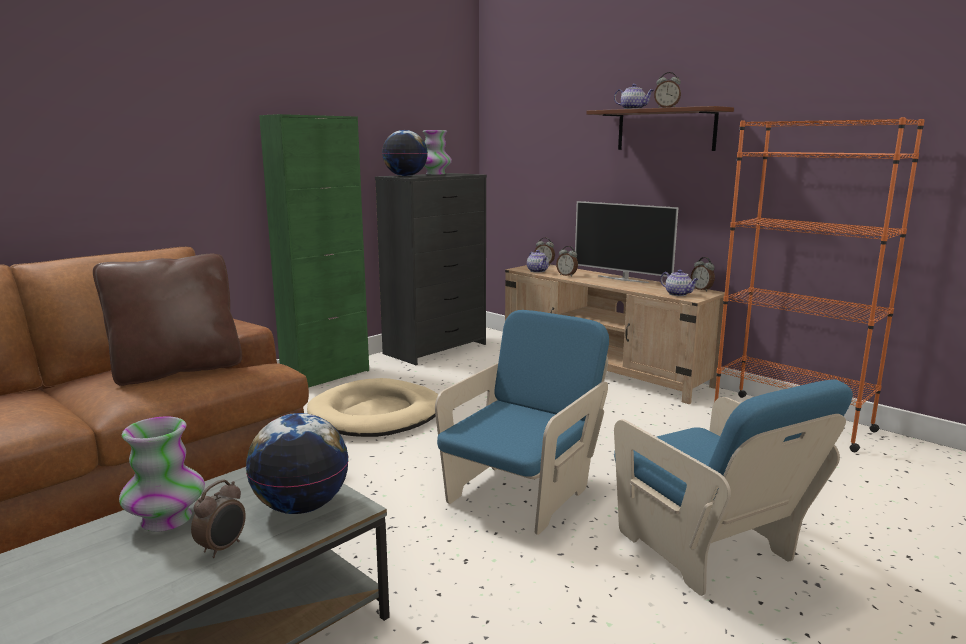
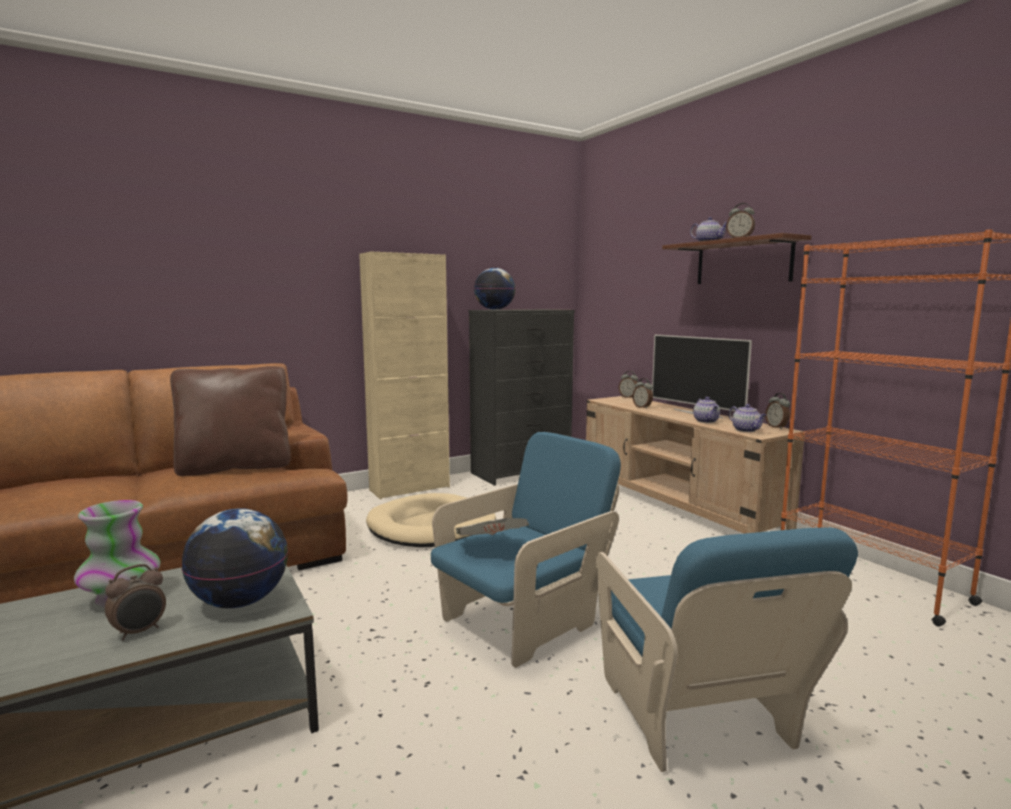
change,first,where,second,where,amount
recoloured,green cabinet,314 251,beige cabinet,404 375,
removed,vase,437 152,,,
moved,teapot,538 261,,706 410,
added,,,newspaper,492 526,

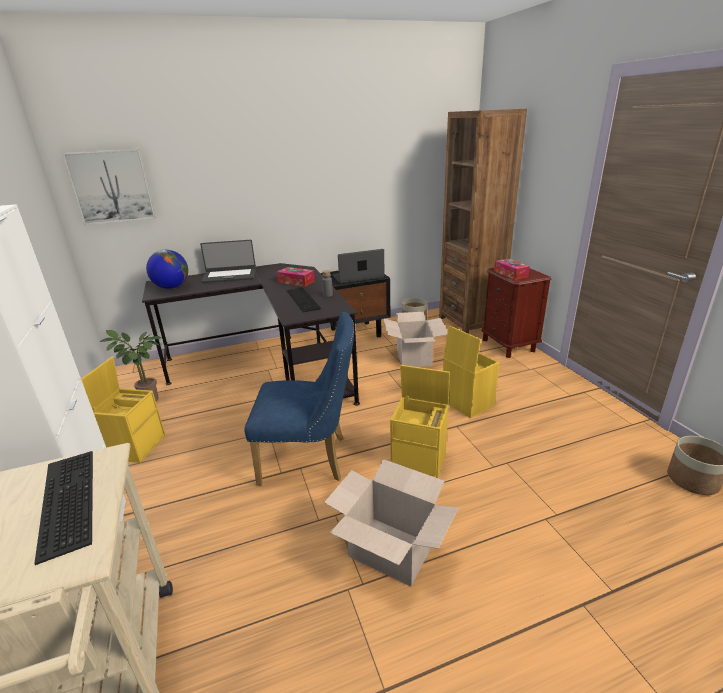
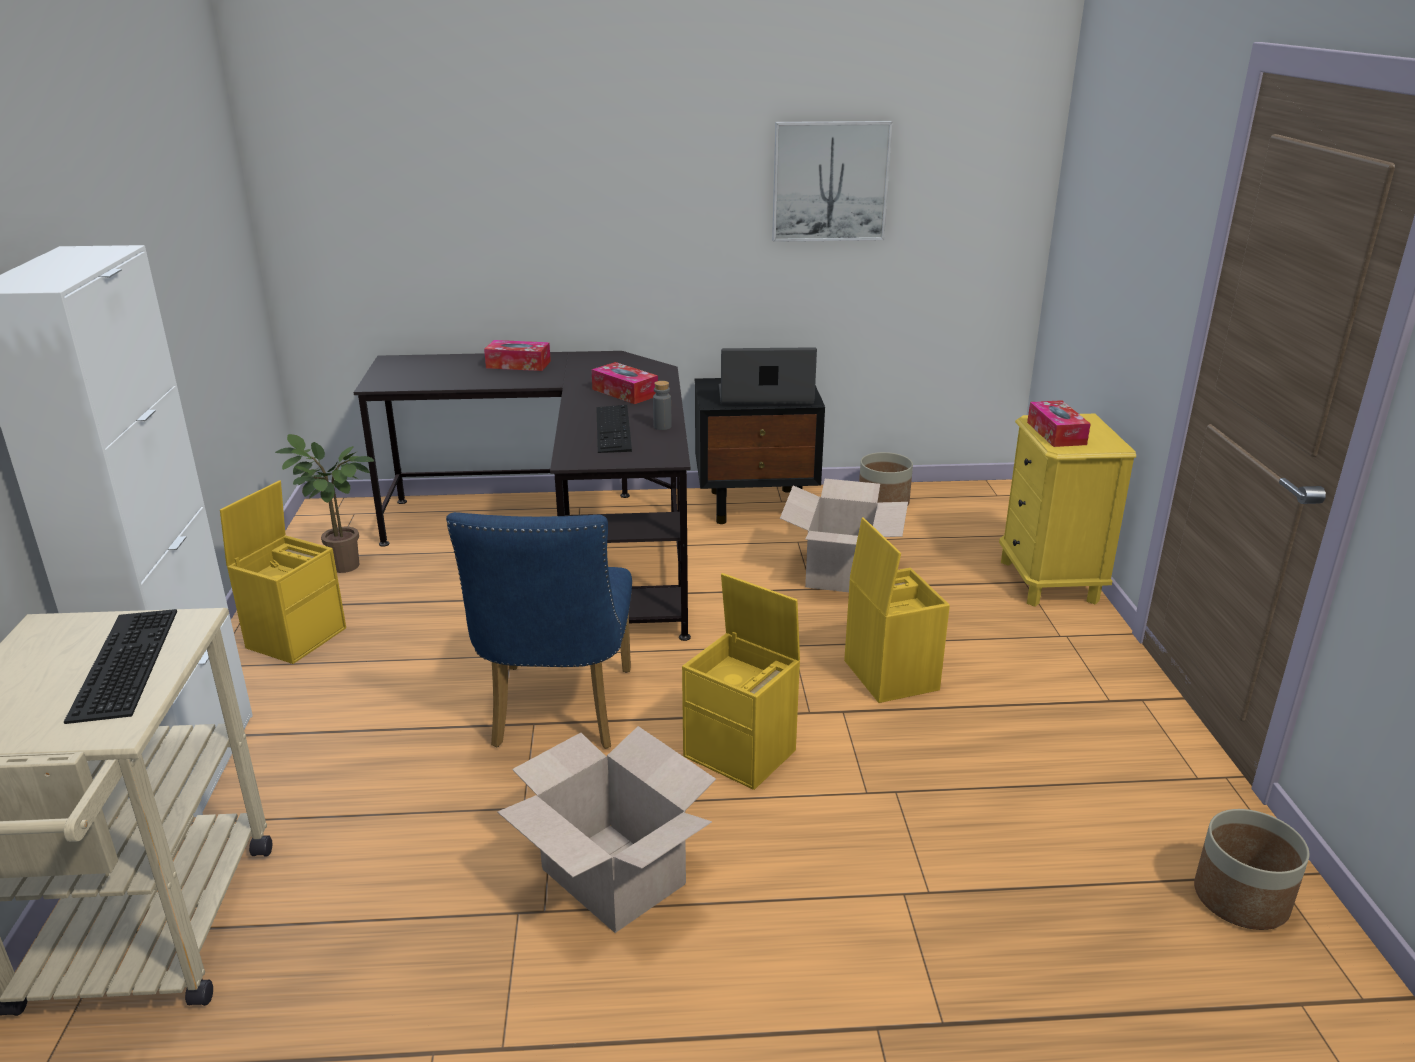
change,first,where,second,where,amount
moved,picture,109 187,,832 181,
removed,globe,167 269,,,
replaced,laptop,228 261,tissue box,517 355,
turned,blue chair,299 399,,539 630,75 degrees clockwise
removed,brown bookcase,483 221,,,
recoloured,brown nightstand,516 313,yellow nightstand,1067 510,

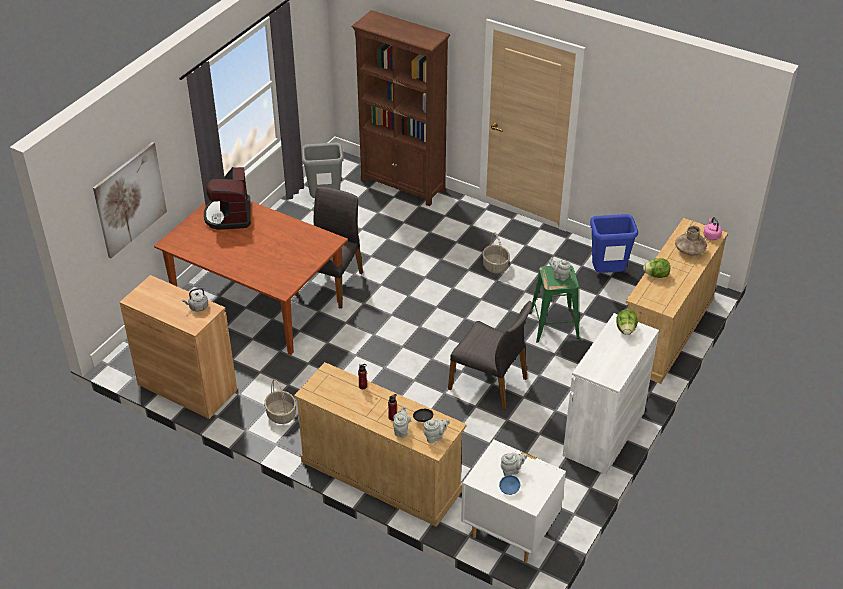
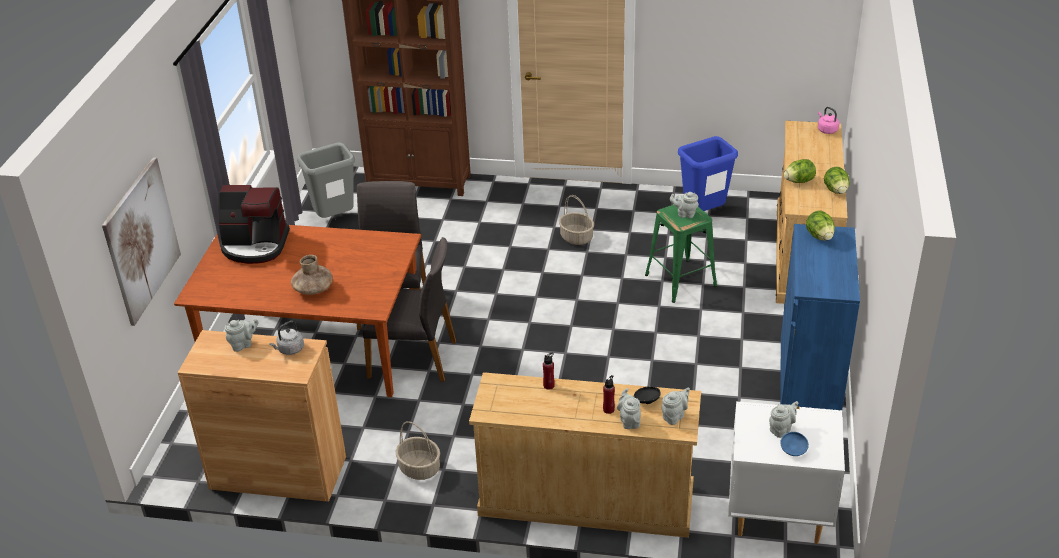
change,first,where,second,where,amount
turned,coffee machine,227 198,,254 224,60 degrees counterclockwise
moved,grey chair,490 355,,409 309,
recoloured,white cabinet,611 394,blue cabinet,820 317,
moved,brown vase,691 240,,312 275,
added,,,grey teapot,242 335,
added,,,lettuce,837 180,

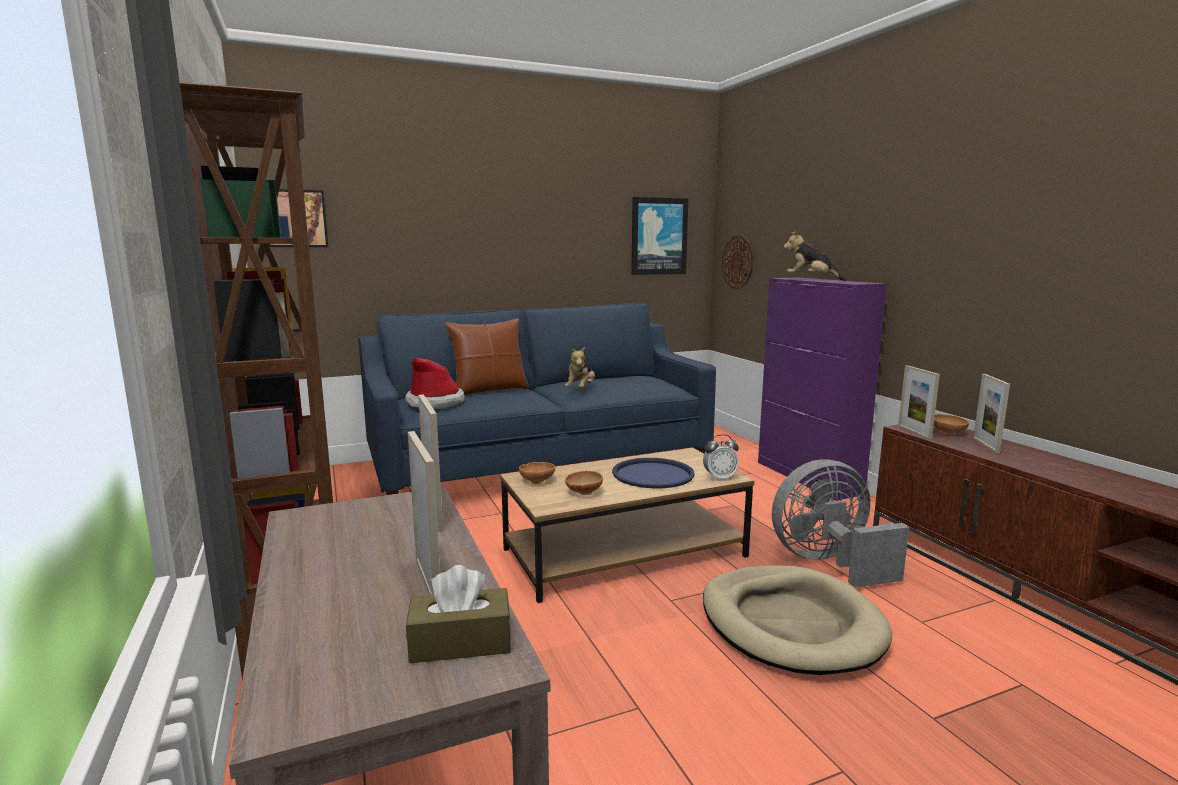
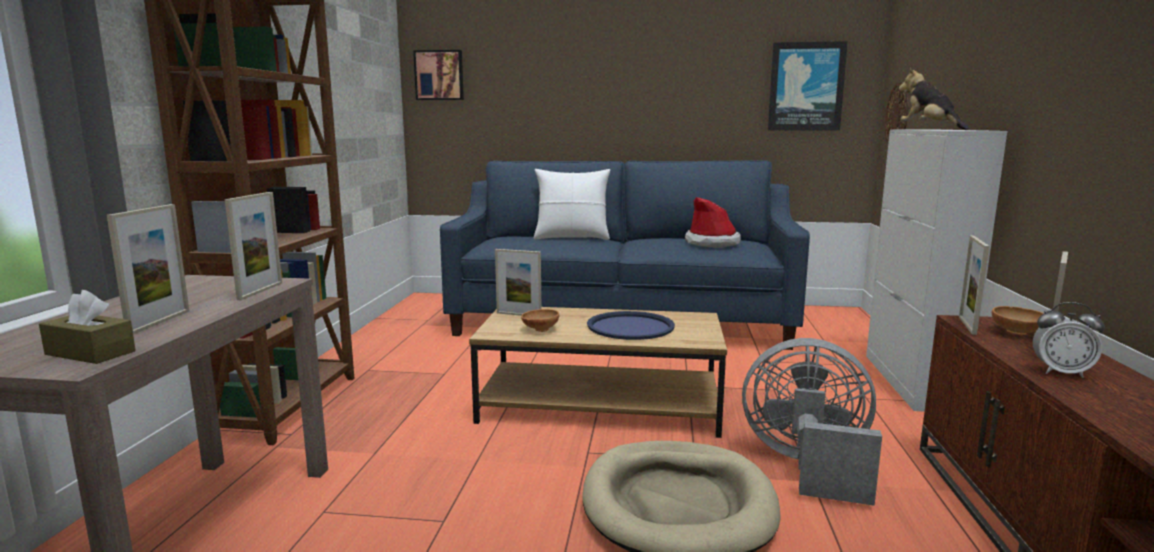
change,first,where,second,where,amount
moved,hat,435 383,,713 222,
recoloured,brown pillow,487 357,white pillow,572 204,
replaced,brown bowl,537 473,picture frame,518 282,
removed,plush toy,580 367,,,
moved,alarm clock,721 457,,1069 340,
recoloured,purple cabinet,822 389,white cabinet,936 270,

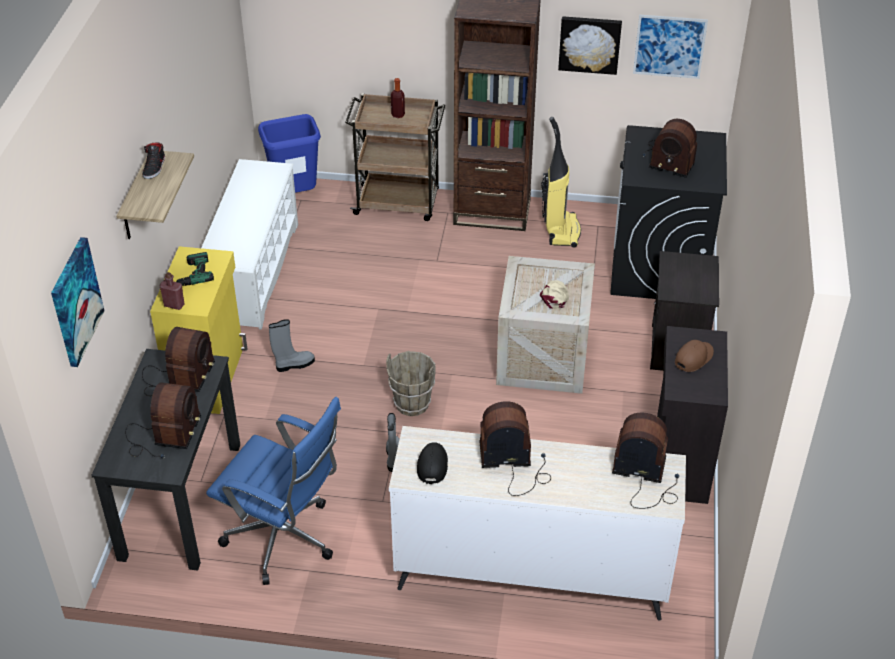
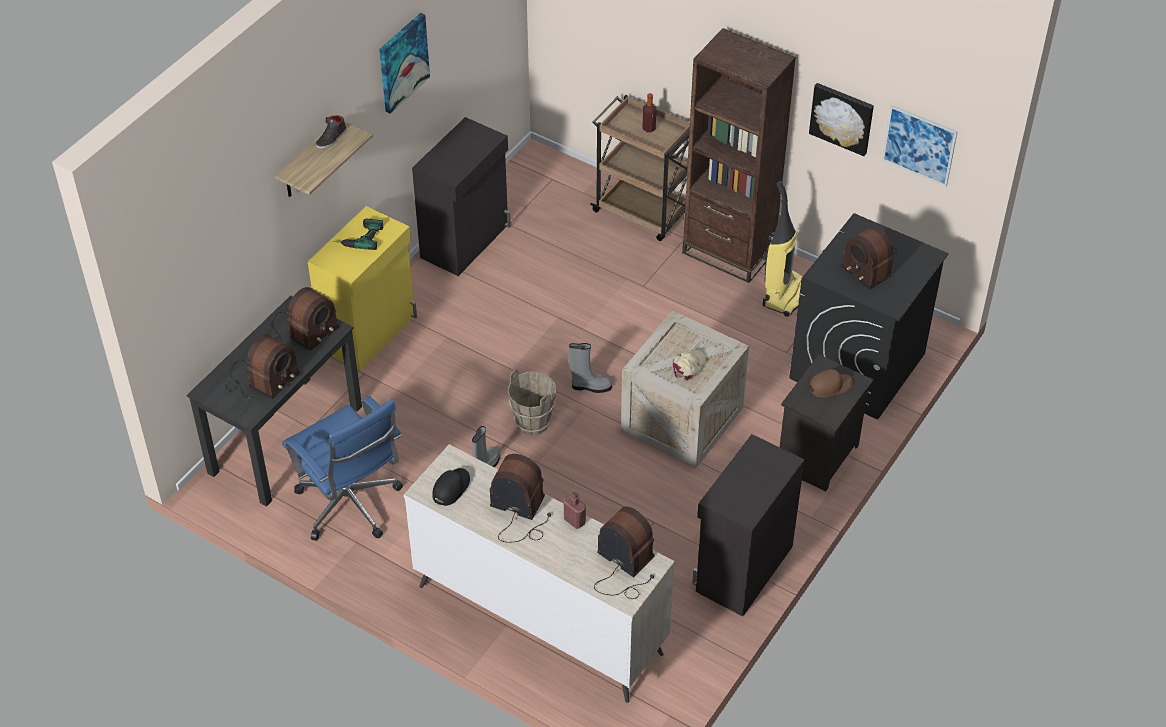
change,first,where,second,where,amount
moved,picture,77 302,,404 63,
moved,red bottle,172 291,,575 510,
replaced,white shoe rack,249 244,black cabinet,461 196,
removed,blue trash can,289 153,,,
moved,grey boot,292 345,,590 368,
moved,brown cap,694 356,,831 383,

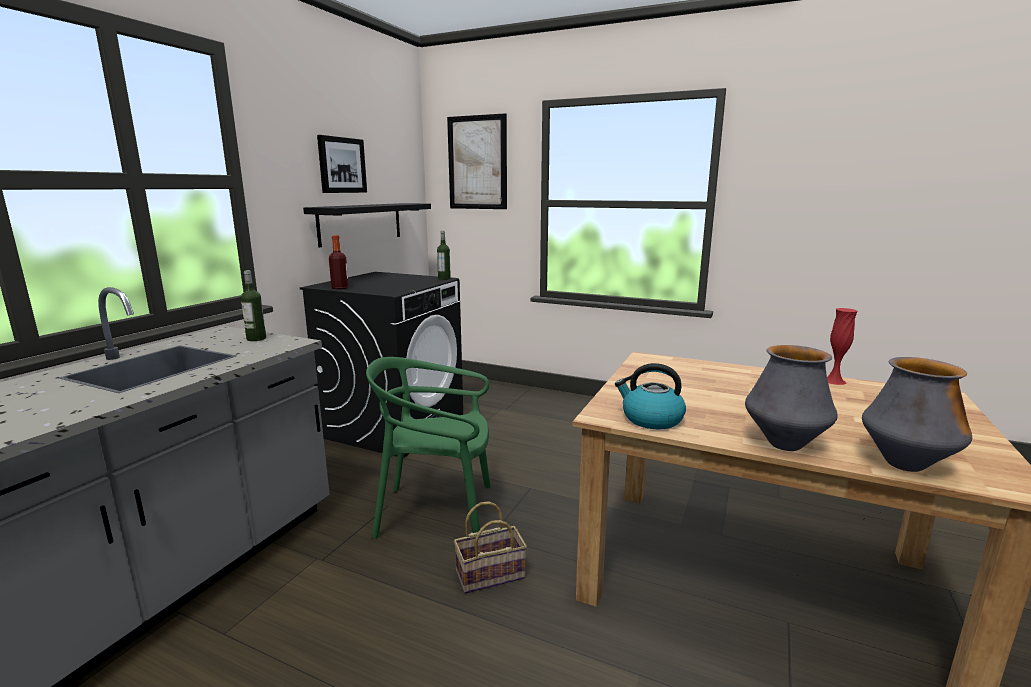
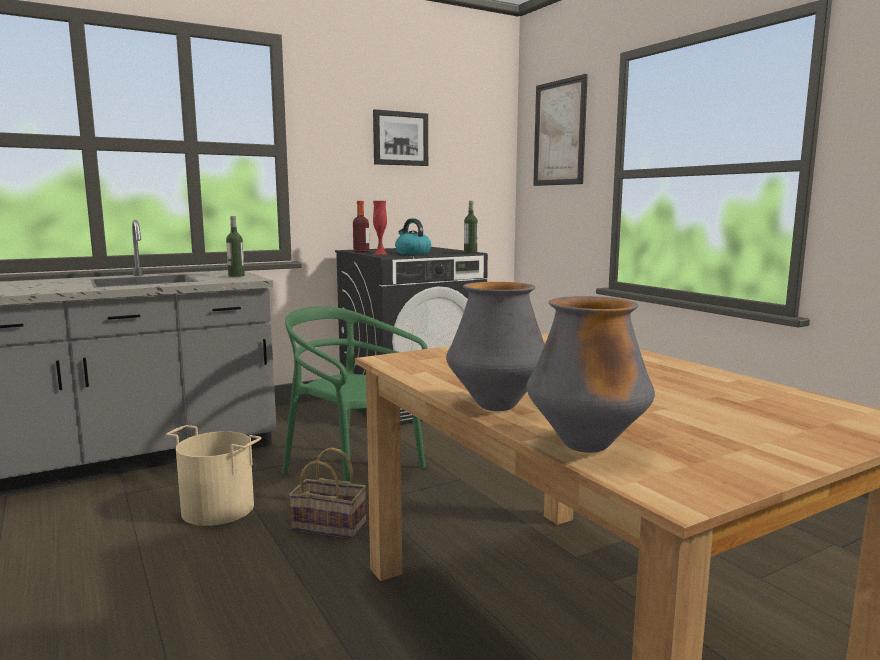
change,first,where,second,where,amount
removed,black shelf,367 225,,,
moved,kettle,650 396,,413 236,
moved,red vase,842 346,,380 228,
added,,,beige bucket,214 475,

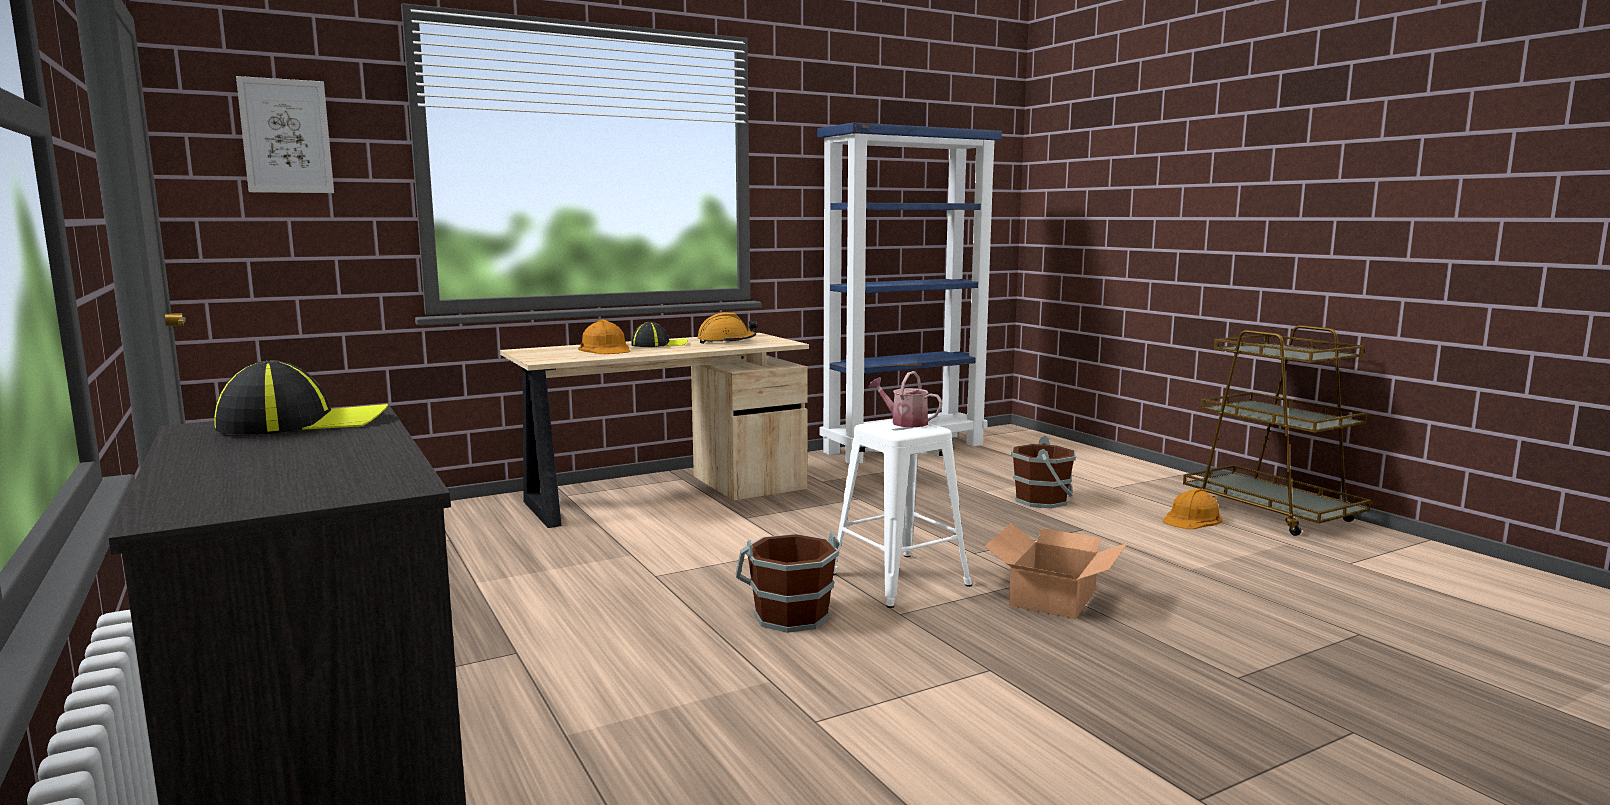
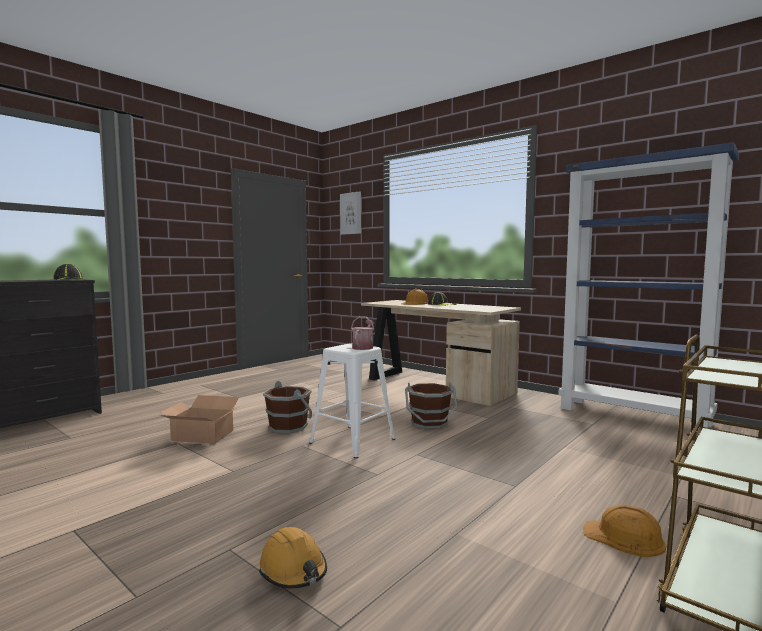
change,first,where,second,where,amount
moved,orange hard hat,727 328,,293 558,
moved,cardboard box,1055 571,,200 419,
moved,brown bucket,1043 471,,431 405,

